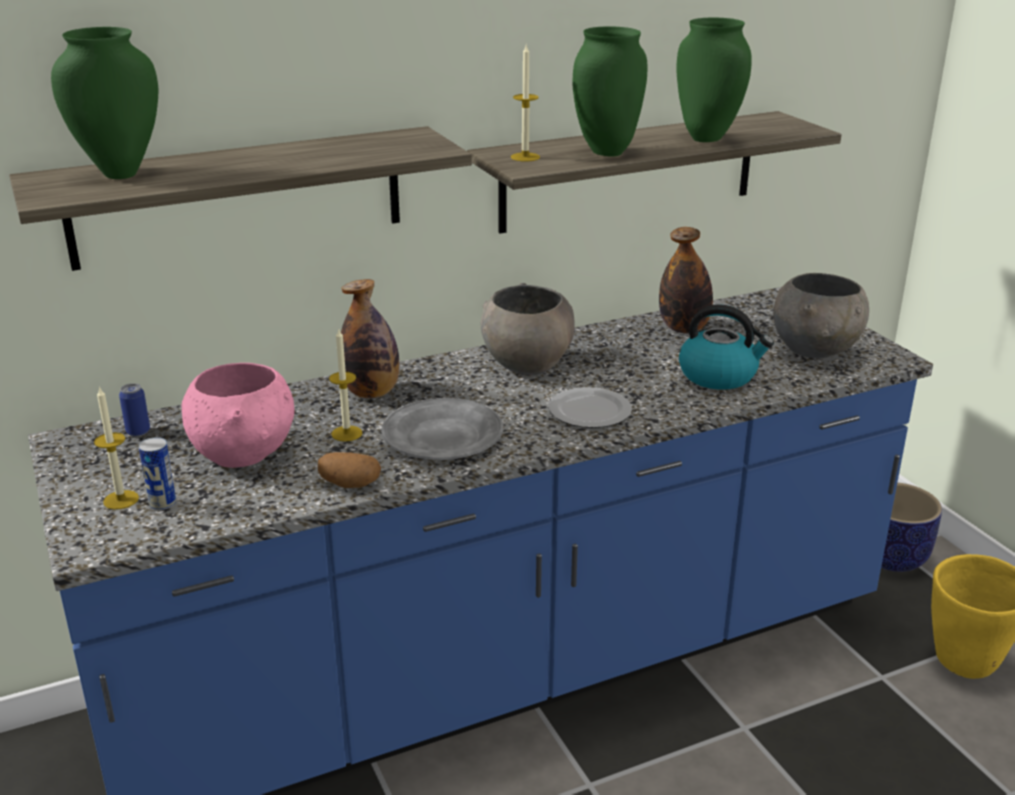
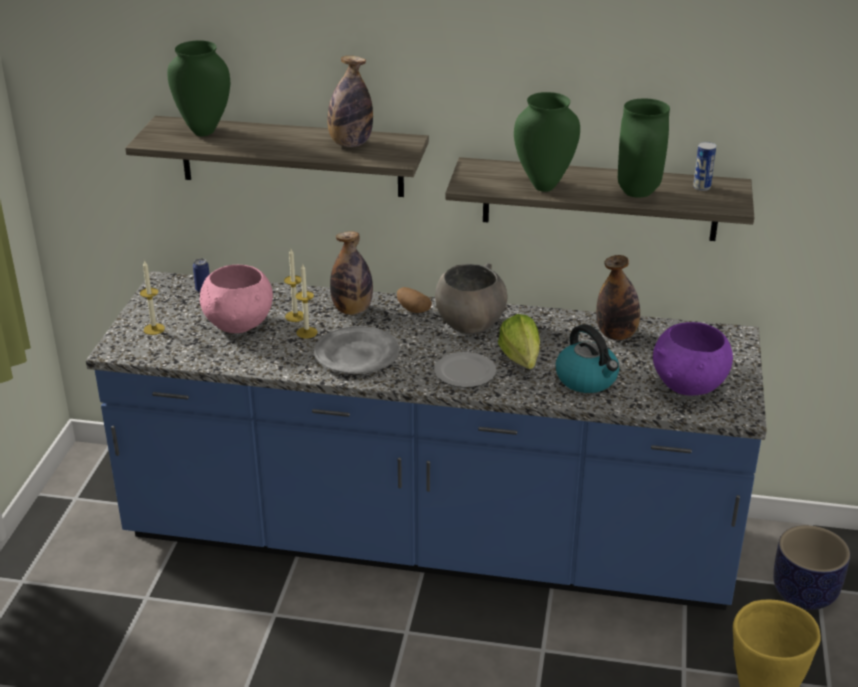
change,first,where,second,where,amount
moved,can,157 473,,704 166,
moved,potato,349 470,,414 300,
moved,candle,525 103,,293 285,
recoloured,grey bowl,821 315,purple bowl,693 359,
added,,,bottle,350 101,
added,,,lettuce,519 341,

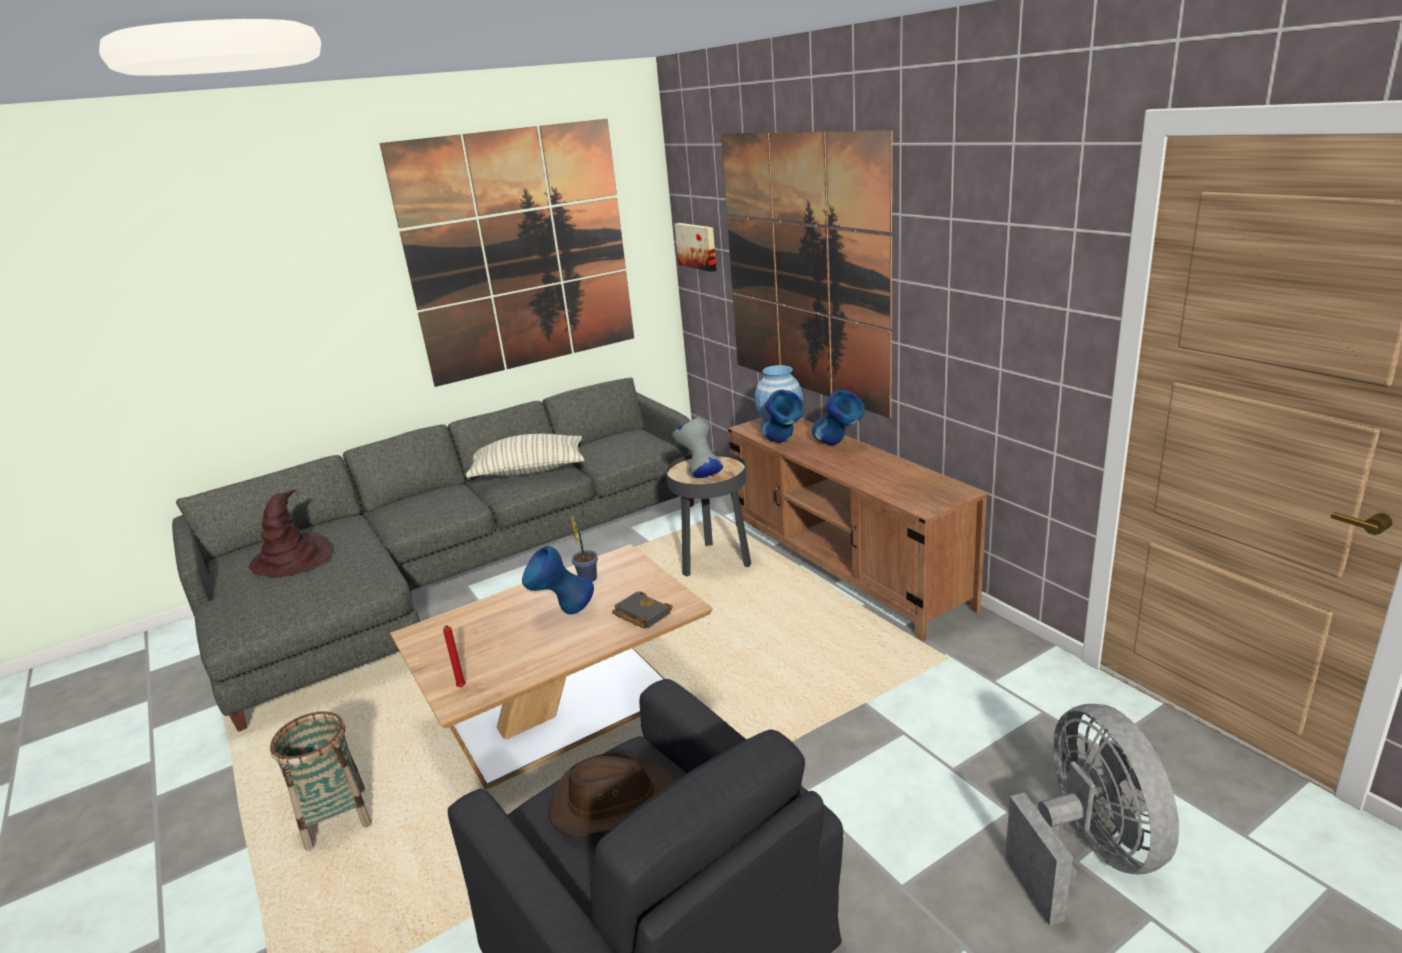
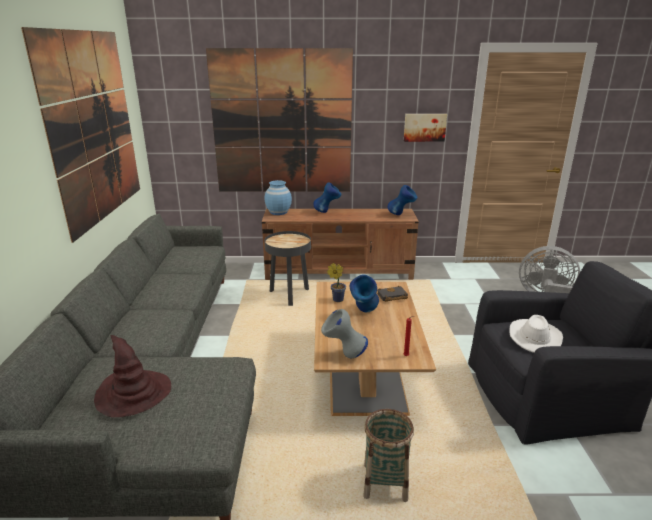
change,first,where,second,where,amount
removed,pillow,525 456,,,
recoloured,brown hat,611 795,white hat,536 334,
moved,grey vase,697 448,,344 333,
moved,picture,695 247,,425 128,
moved,blue vase,783 416,,402 200,

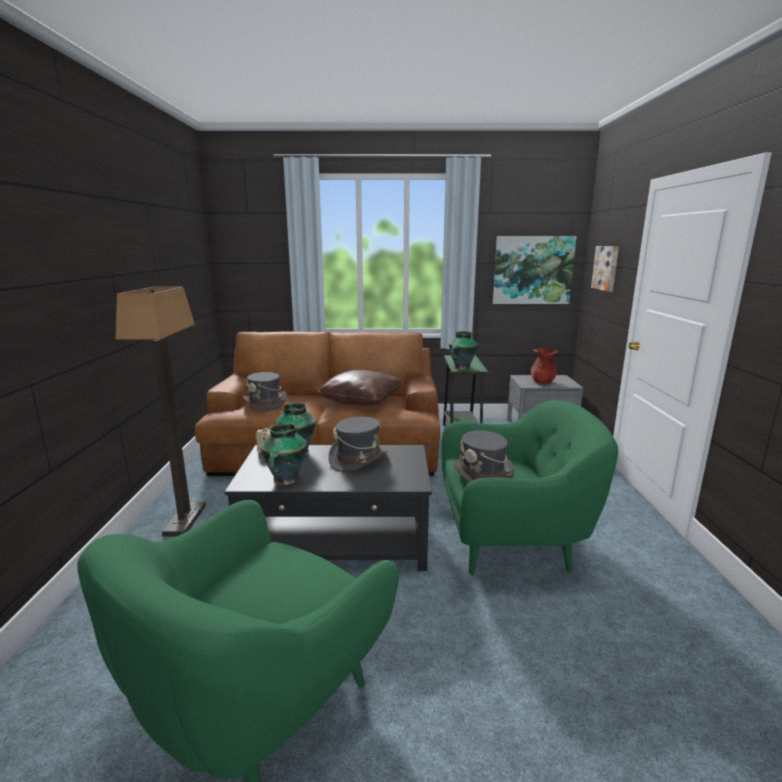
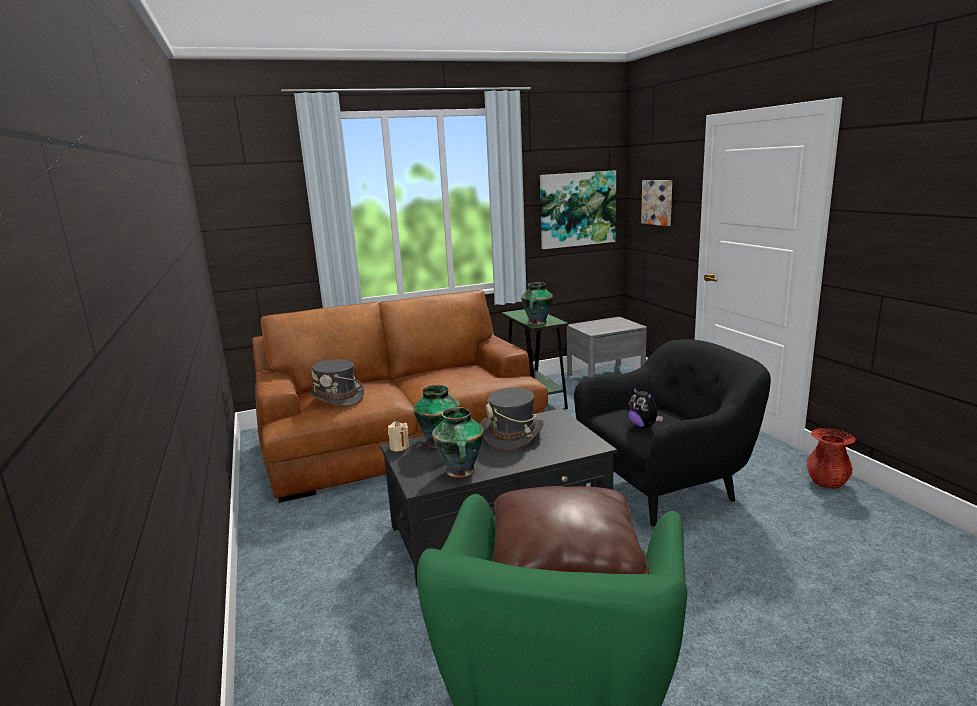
change,first,where,second,where,amount
removed,floor lamp,161 411,,,
moved,brown pillow,360 388,,570 530,
recoloured,green armchair,529 487,black armchair,672 433,
replaced,grey hat,483 456,plush toy,645 407,
moved,red vase,544 366,,831 458,

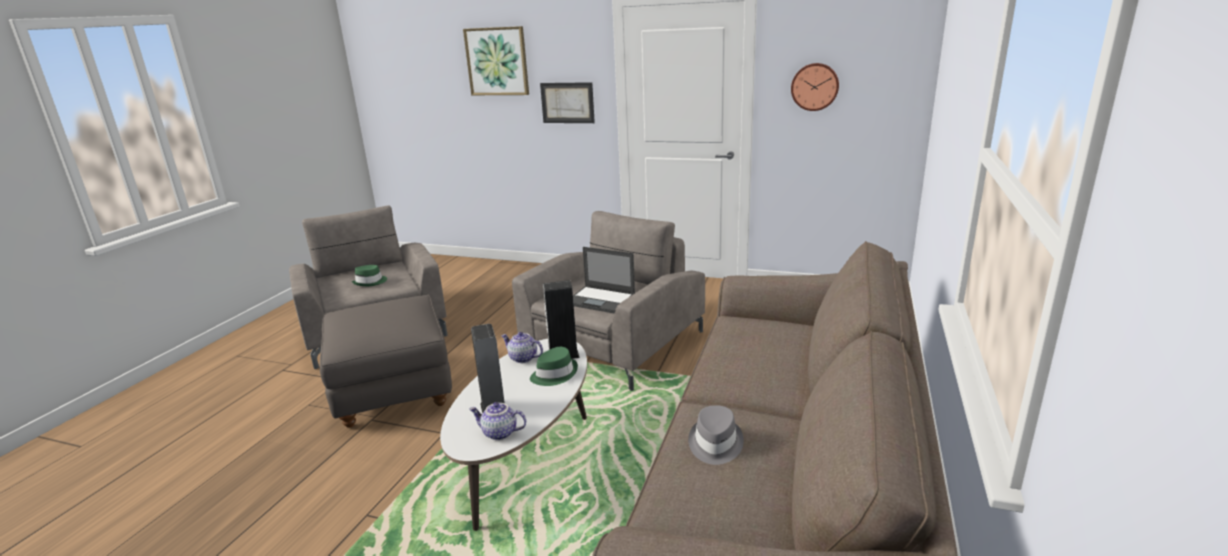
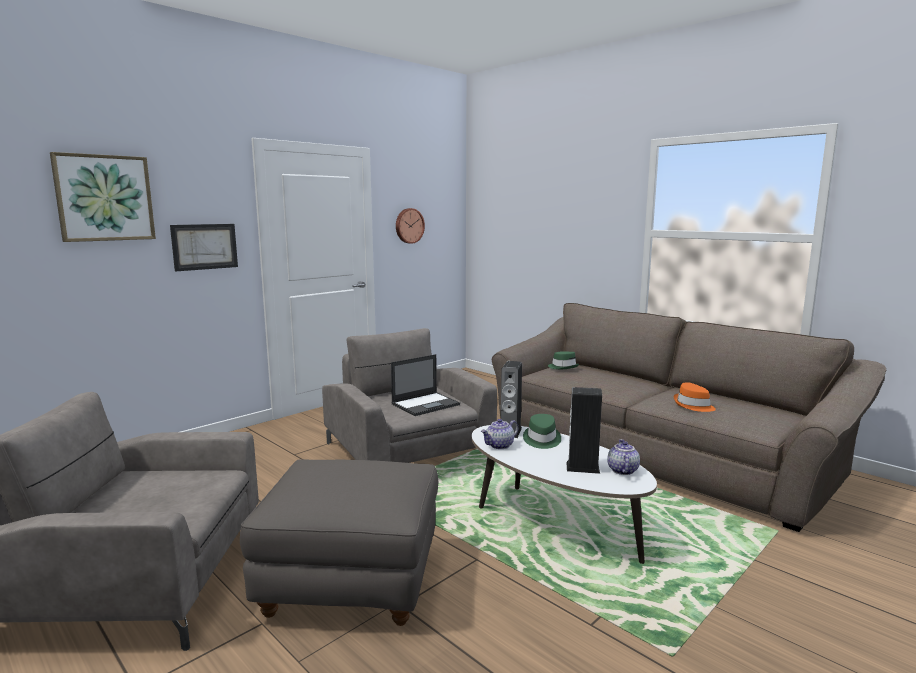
change,first,where,second,where,amount
moved,green hat,369 275,,563 360,
turned,teapot,497 421,,623 457,150 degrees clockwise
recoloured,grey hat,716 435,orange hat,695 397,

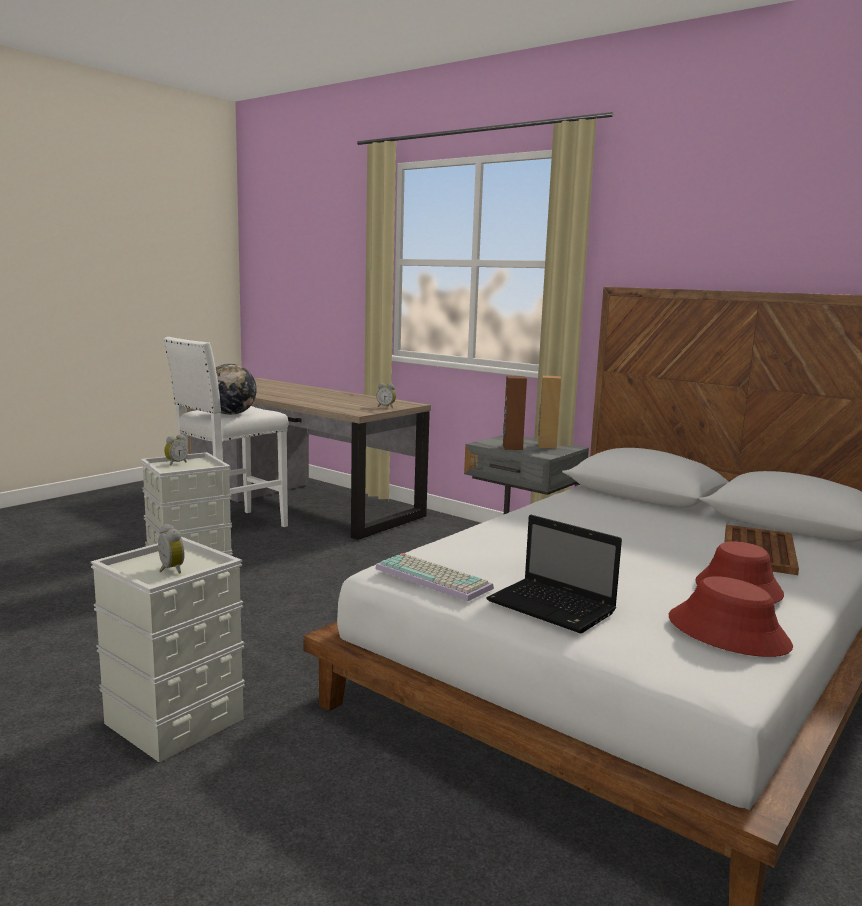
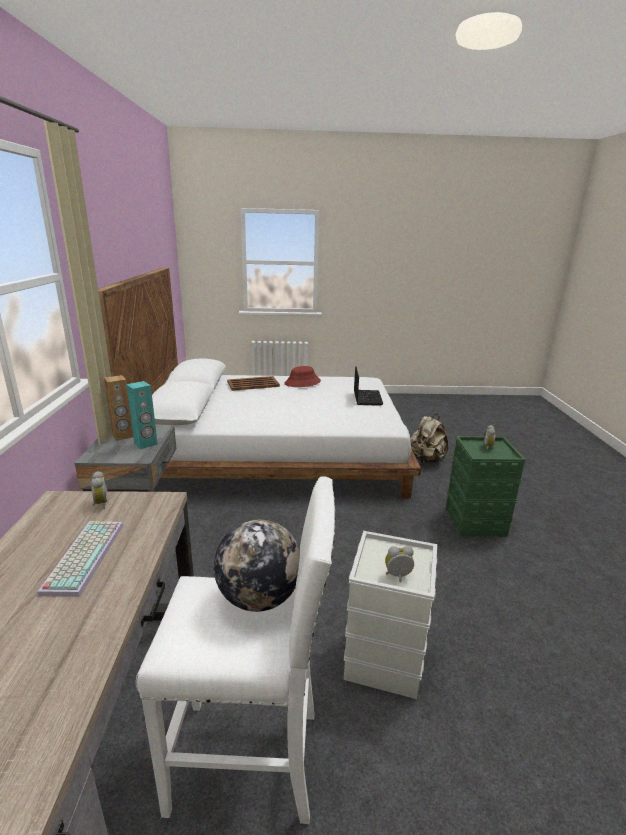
change,first,where,second,where,amount
recoloured,grey storage box,168 649,green storage box,486 486,
moved,keyboard,434 577,,80 559,
recoloured,brown speaker,515 413,turquoise speaker,142 415,
removed,red hat,731 616,,,
added,,,beige backpack,429 439,

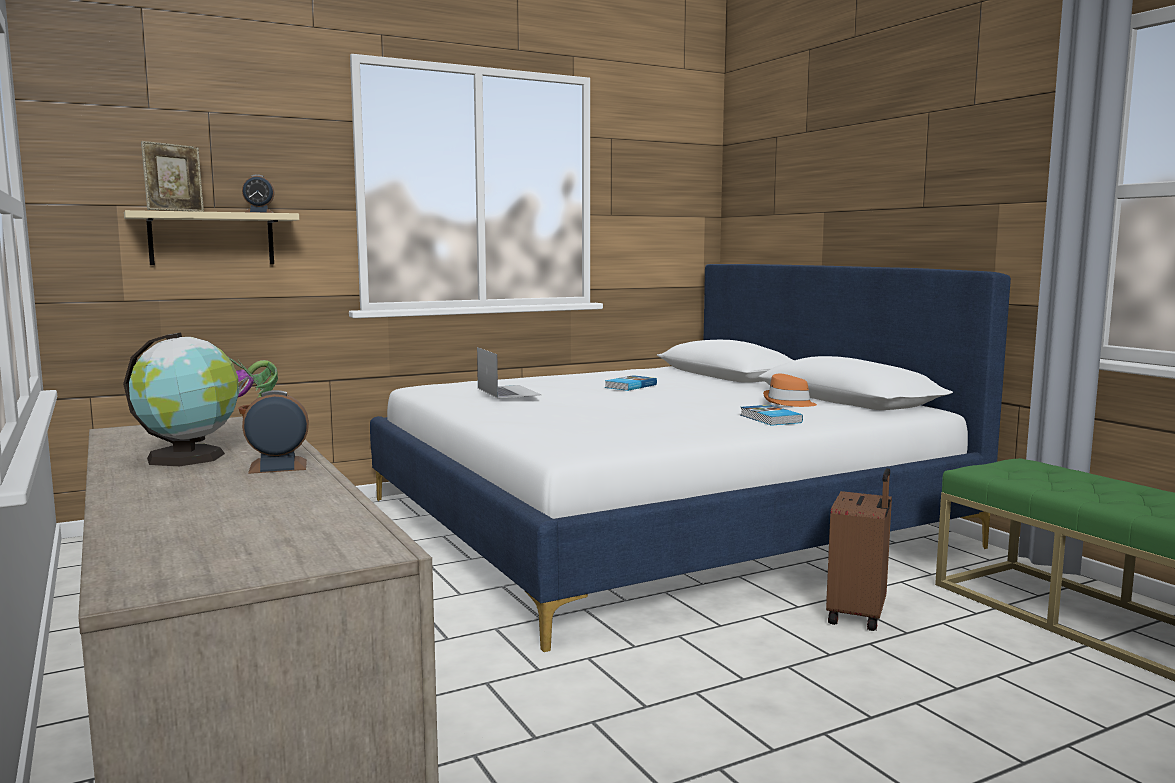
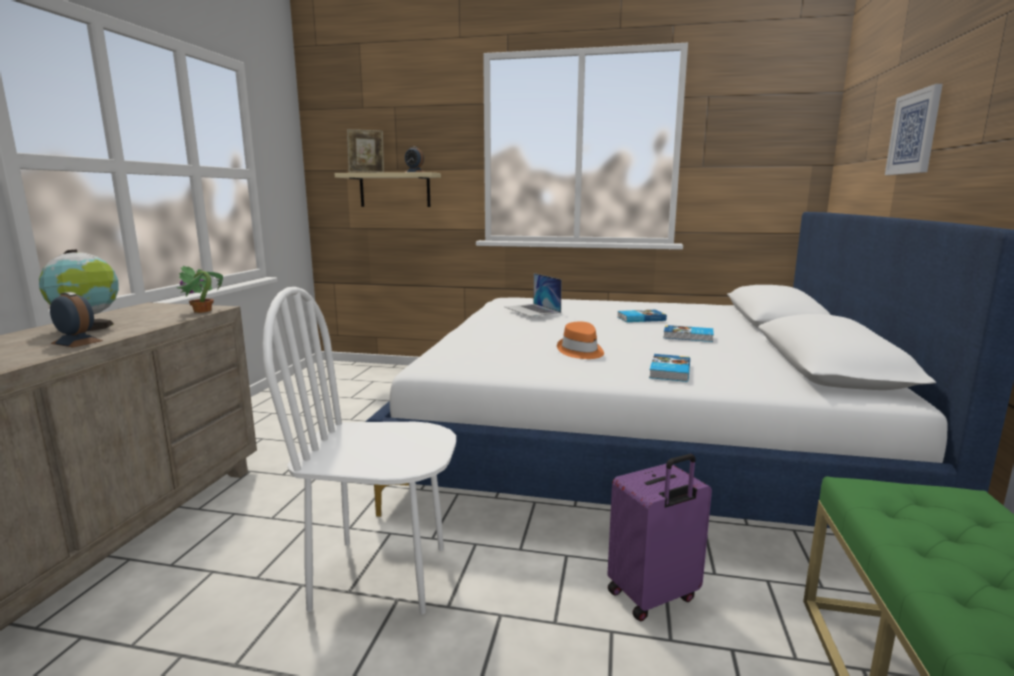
change,first,where,second,where,amount
turned,laptop,509 372,,533 295,135 degrees clockwise
moved,orange hat,790 390,,580 340,
recoloured,brown suitcase,859 549,purple suitcase,659 537,
added,,,white chair,359 450,
added,,,book,688 333,
added,,,picture,914 129,

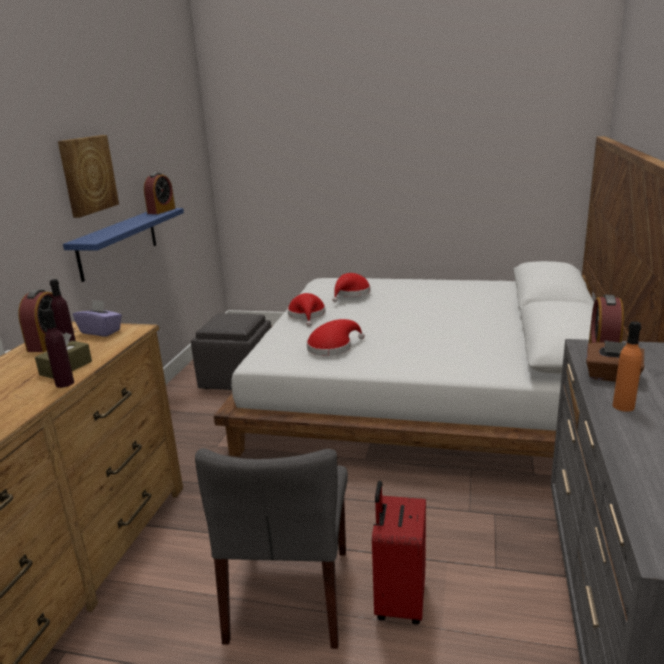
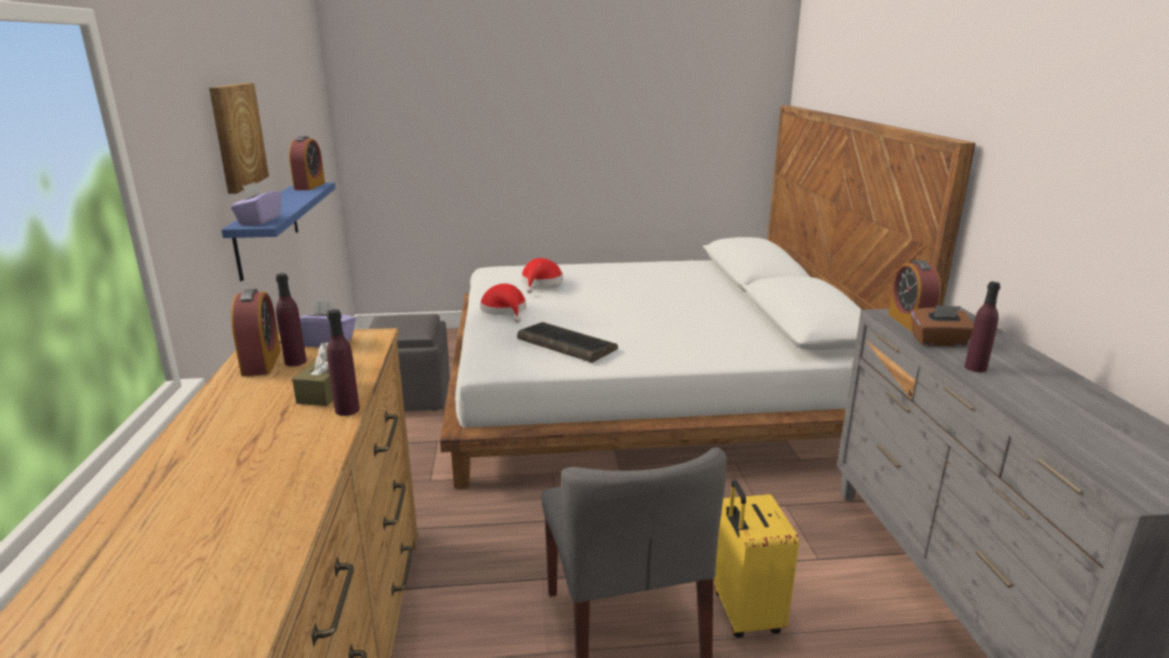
change,first,where,second,where,amount
replaced,red hat,336 337,keyboard,567 342,
recoloured,red suitcase,399 553,yellow suitcase,756 559,
recoloured,orange bottle,627 366,purple bottle,983 327,
added,,,purple tissue box,255 203,

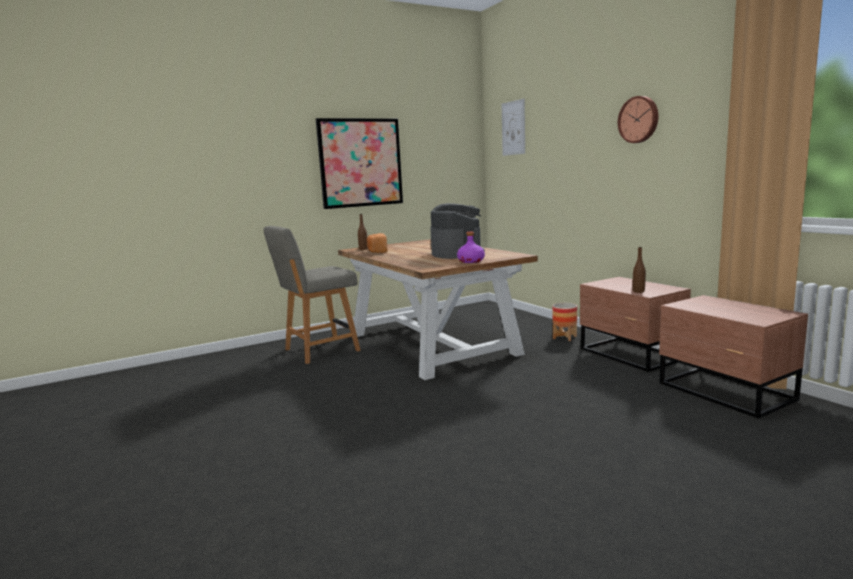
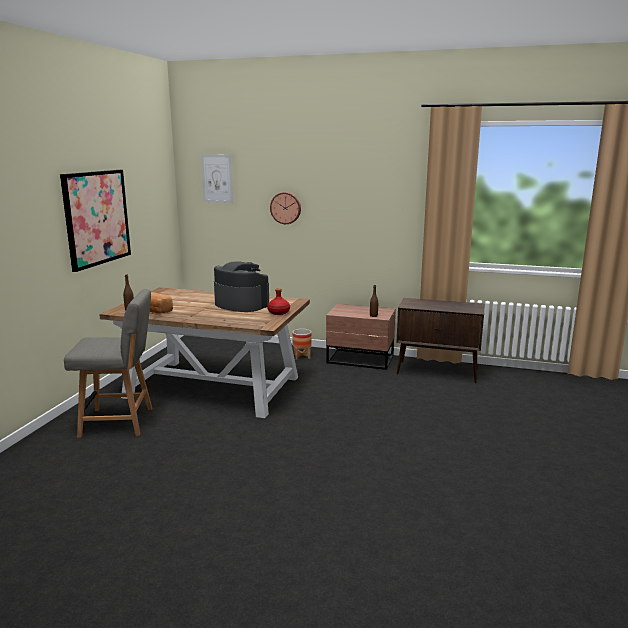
change,first,where,second,where,amount
turned,grey chair,312 295,,108 363,105 degrees counterclockwise
recoloured,purple bottle,471 247,red bottle,278 301,
moved,wall clock,638 119,,285 208,
replaced,brown nightstand,733 357,brown cabinet,440 340,

